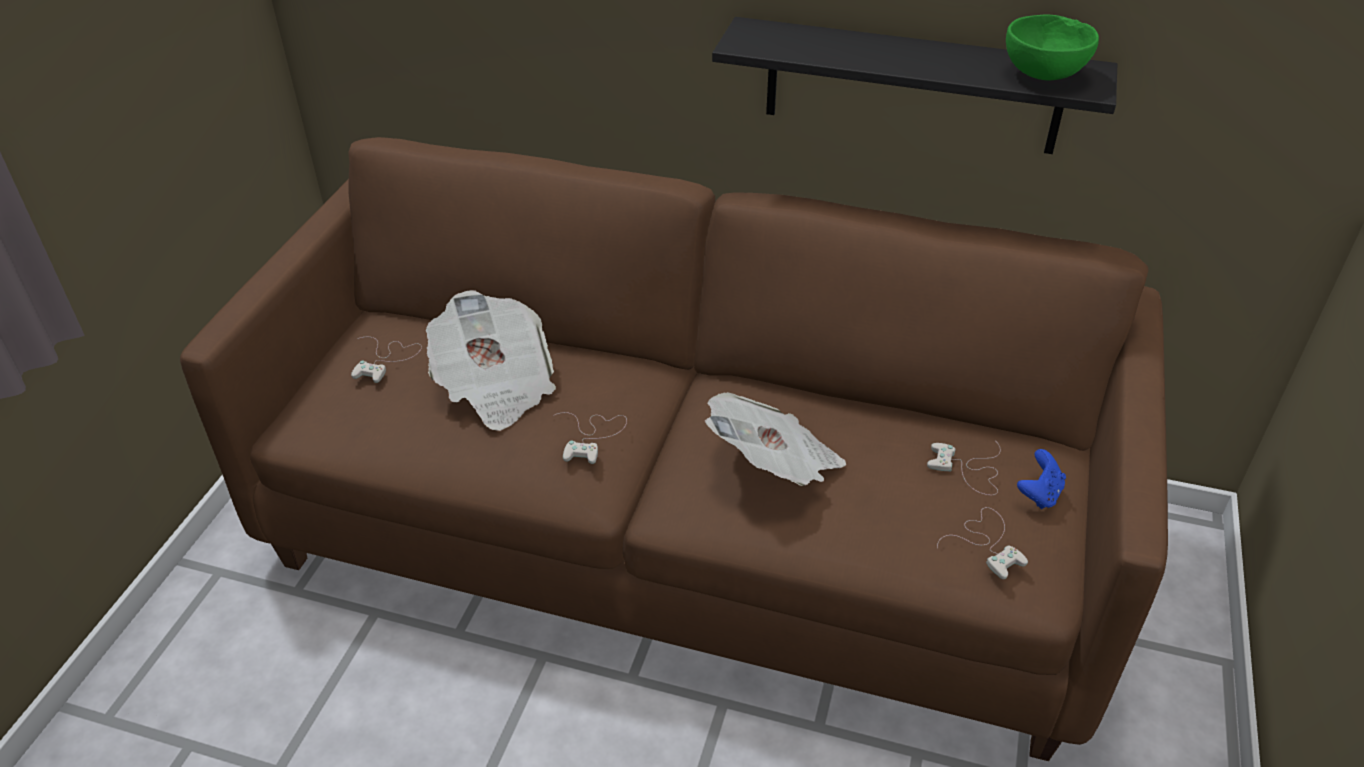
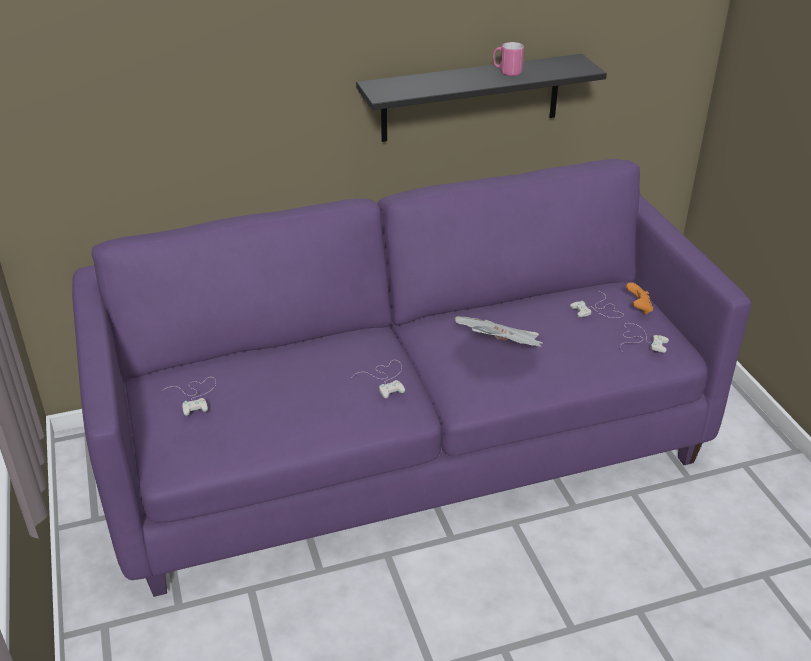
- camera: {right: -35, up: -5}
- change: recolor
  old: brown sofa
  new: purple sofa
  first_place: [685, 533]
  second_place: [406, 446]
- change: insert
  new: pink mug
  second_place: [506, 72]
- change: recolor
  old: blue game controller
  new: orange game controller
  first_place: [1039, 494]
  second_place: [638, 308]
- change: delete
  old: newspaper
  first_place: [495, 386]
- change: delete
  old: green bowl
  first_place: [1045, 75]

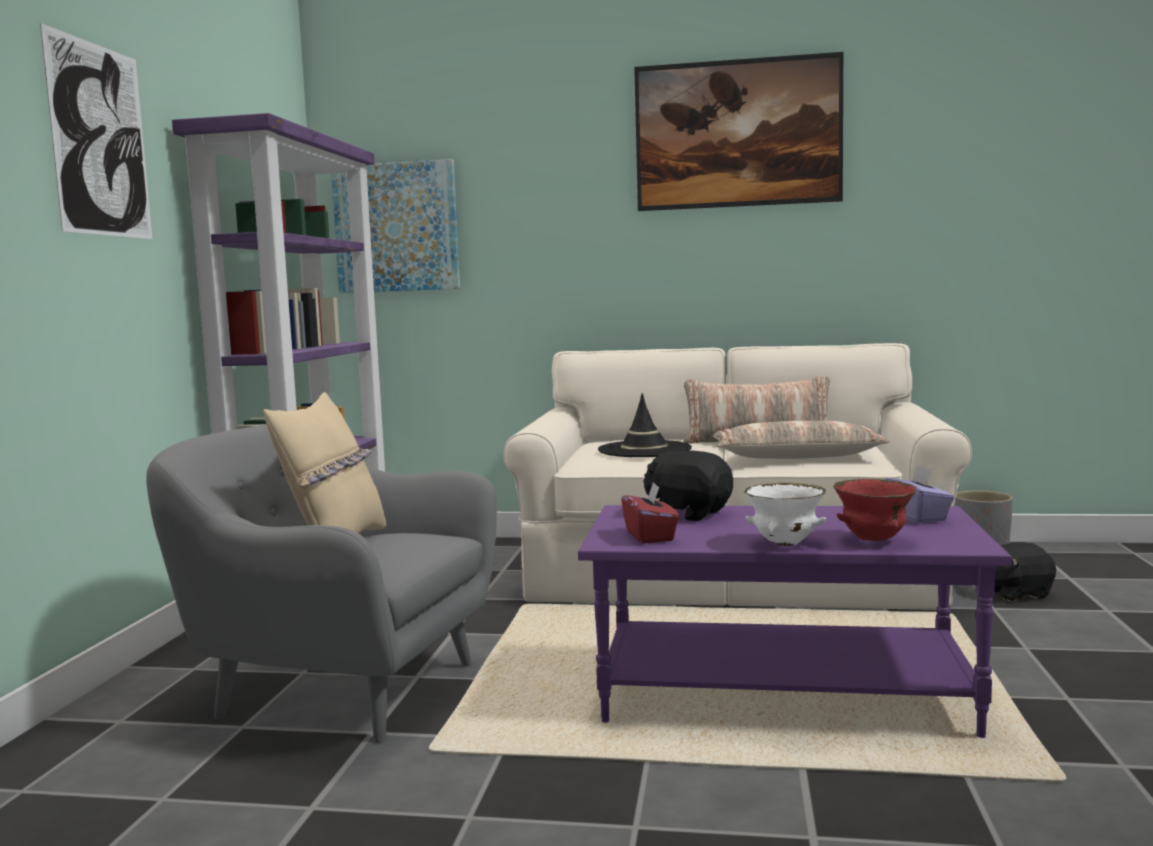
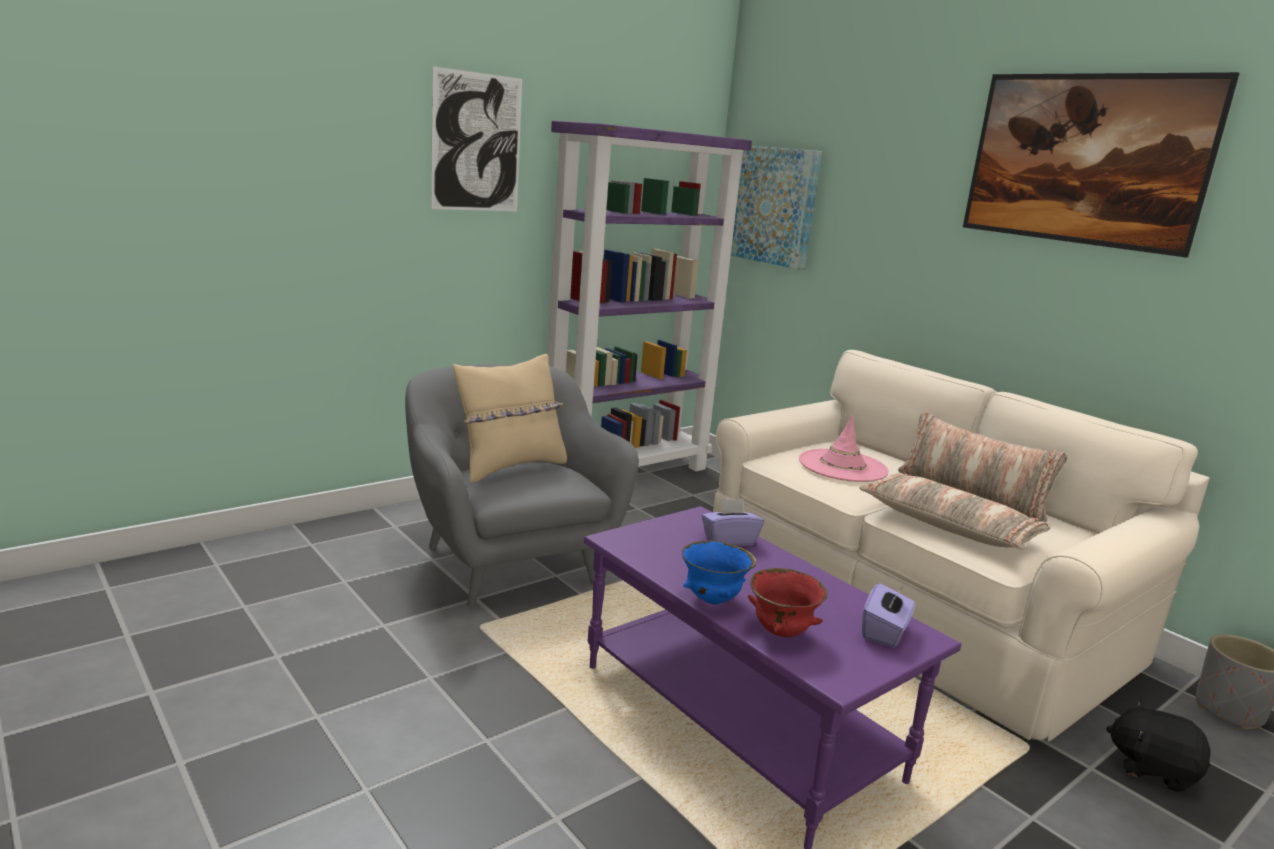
- camera: {right: 40, up: 10}
- change: recolor
  old: white bowl
  new: blue bowl
  first_place: [785, 544]
  second_place: [712, 600]
- change: replace
  old: black plush toy
  new: purple tissue box
  first_place: [688, 513]
  second_place: [729, 540]
- change: recolor
  old: black hat
  new: pink hat
  first_place: [644, 450]
  second_place: [842, 466]
- change: delete
  old: red tissue box
  first_place: [650, 536]

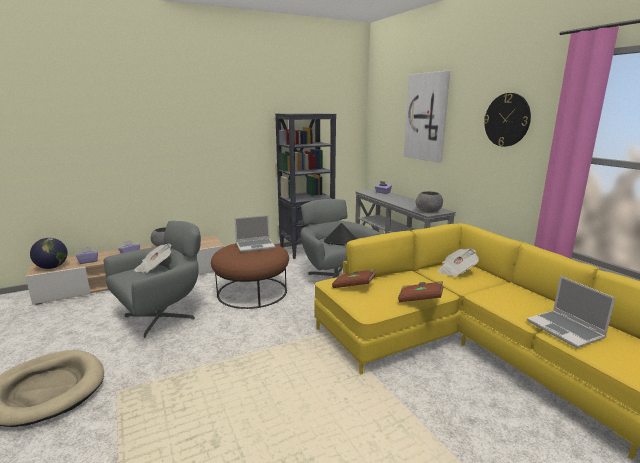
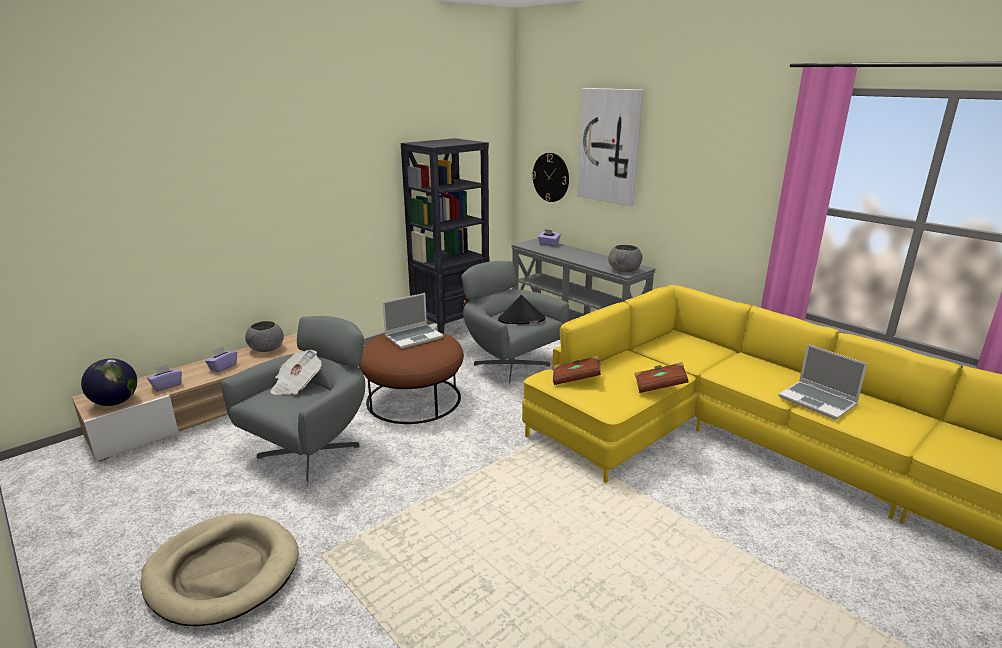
- camera: {right: -15, up: 5}
- change: move
  old: wall clock
  first_place: [507, 120]
  second_place: [551, 177]
- change: delete
  old: newspaper
  first_place: [456, 271]

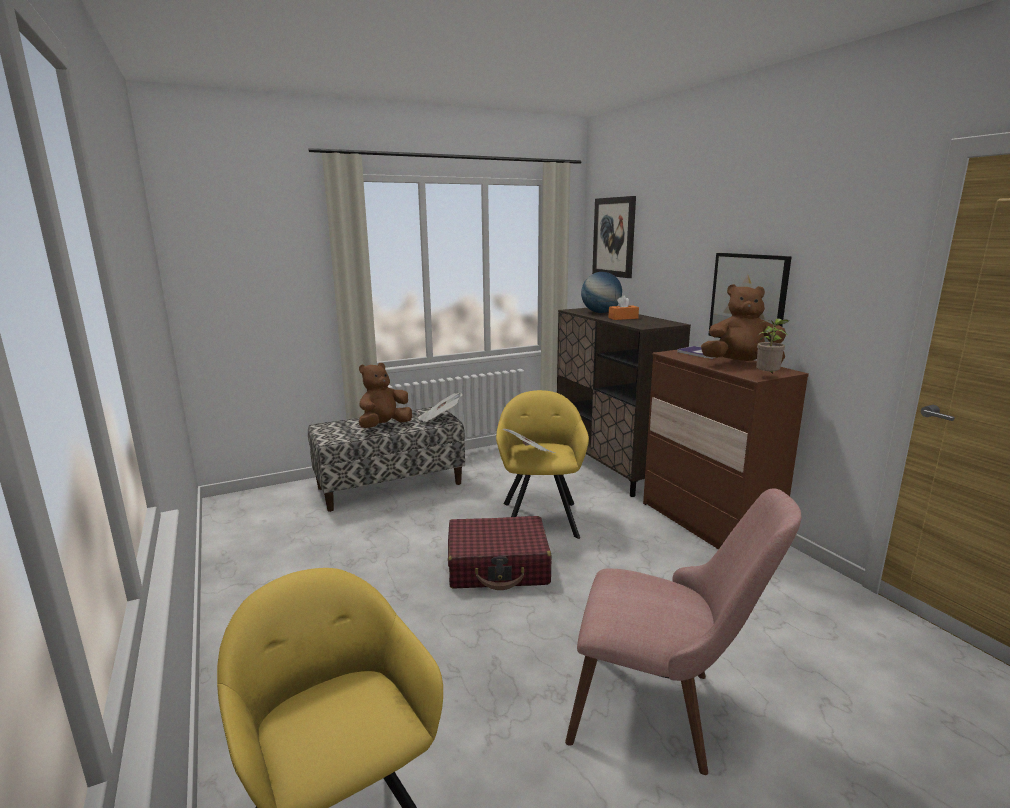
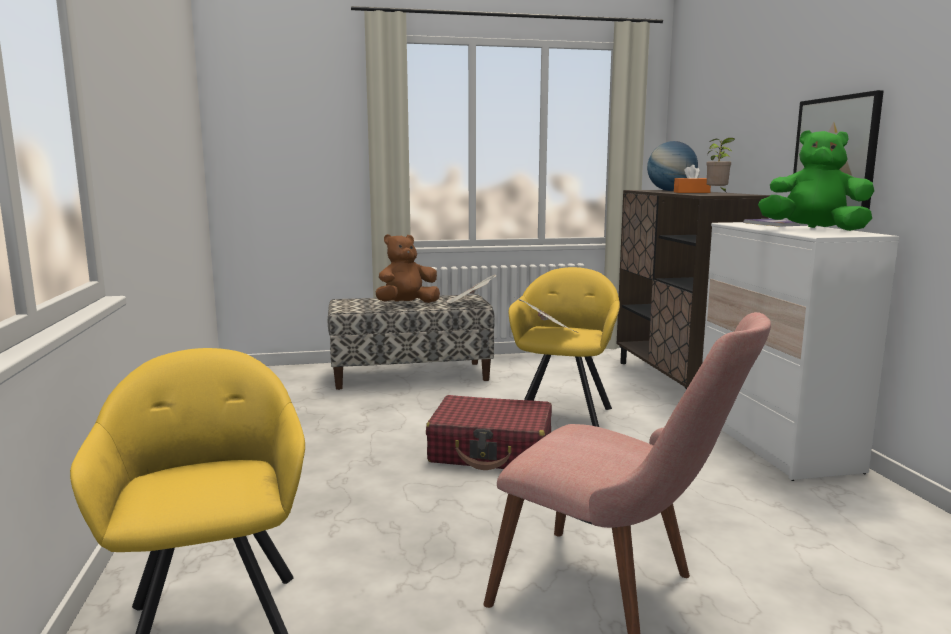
- camera: {right: 15, up: -5}
- change: recolor
  old: brown dresser
  new: white dresser
  first_place: [707, 524]
  second_place: [774, 443]
- change: move
  old: potted plant
  first_place: [767, 377]
  second_place: [718, 193]
- change: recolor
  old: brown plush toy
  new: green plush toy
  first_place: [741, 364]
  second_place: [814, 229]
- change: delete
  old: picture
  first_place: [614, 237]

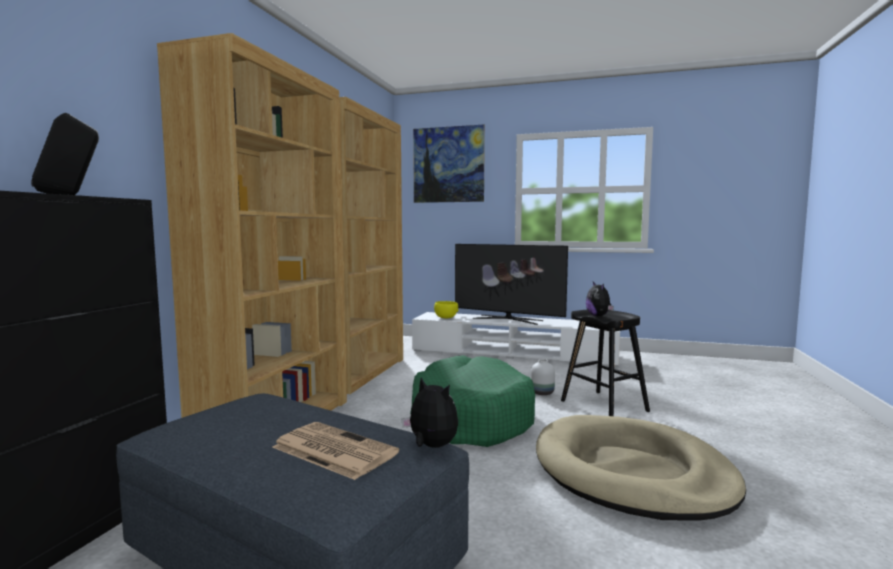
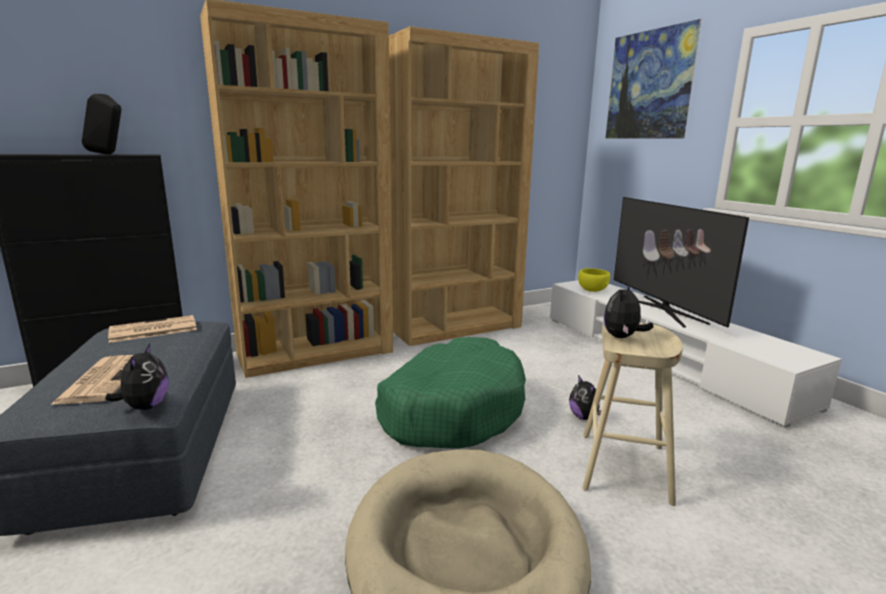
- camera: {right: 45, up: 10}
- change: insert
  new: newspaper
  second_place: [152, 330]
- change: replace
  old: white vase
  new: plush toy
  first_place: [542, 393]
  second_place: [584, 417]
- change: recolor
  old: black stool
  new: beige stool
  first_place: [603, 406]
  second_place: [624, 467]

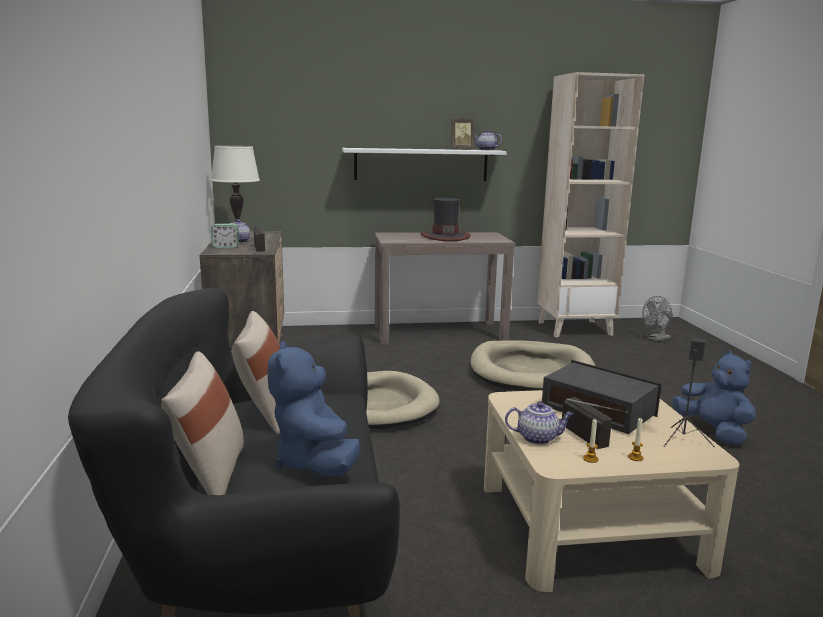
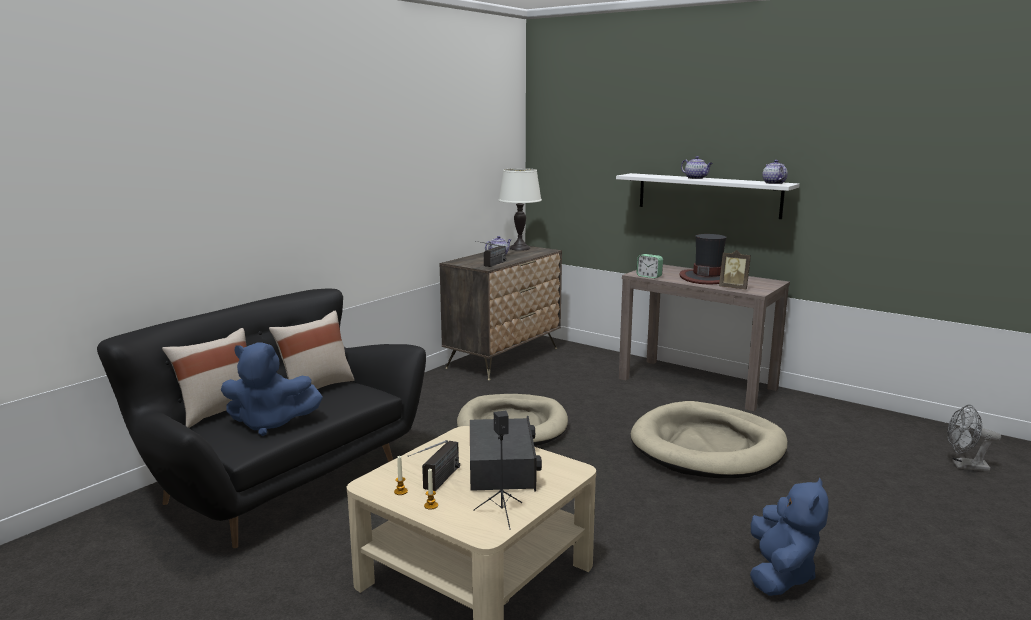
- camera: {right: 45, up: 0}
- change: rotate
  old: blue plush toy
  first_place: [315, 462]
  second_place: [270, 424]
  degrees: -120
- change: move
  old: alarm clock
  first_place: [225, 247]
  second_place: [649, 276]
- change: move
  old: teapot
  first_place: [538, 438]
  second_place: [696, 178]
- change: move
  old: picture frame
  first_place: [461, 149]
  second_place: [734, 288]
- change: delete
  old: beige bookcase
  first_place: [575, 328]

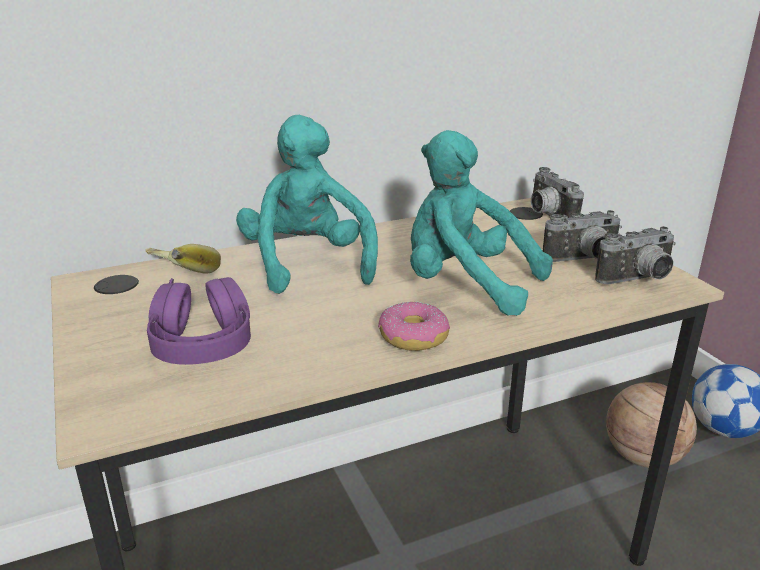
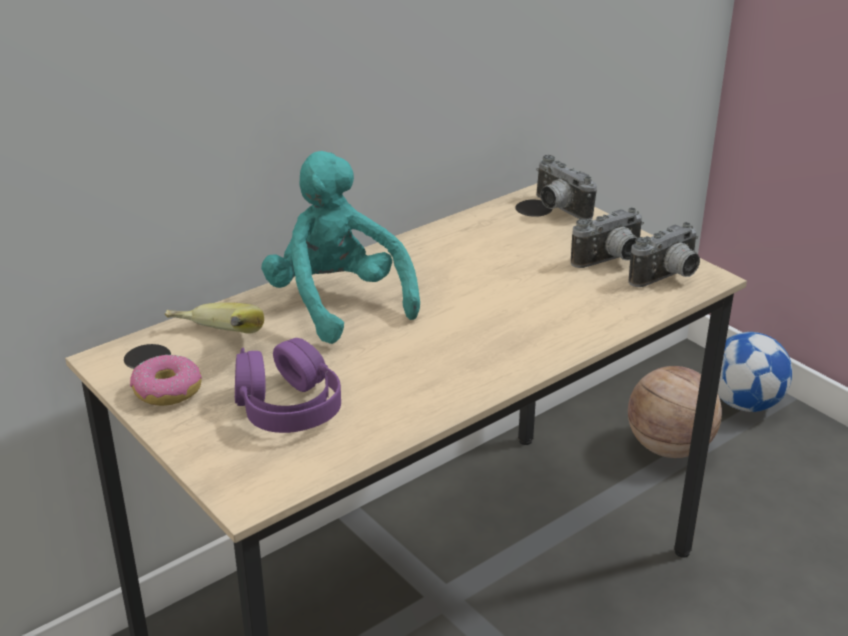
- camera: {right: -15, up: 5}
- change: move
  old: donut
  first_place: [413, 337]
  second_place: [167, 391]
- change: delete
  old: turquoise plush toy
  first_place: [465, 285]

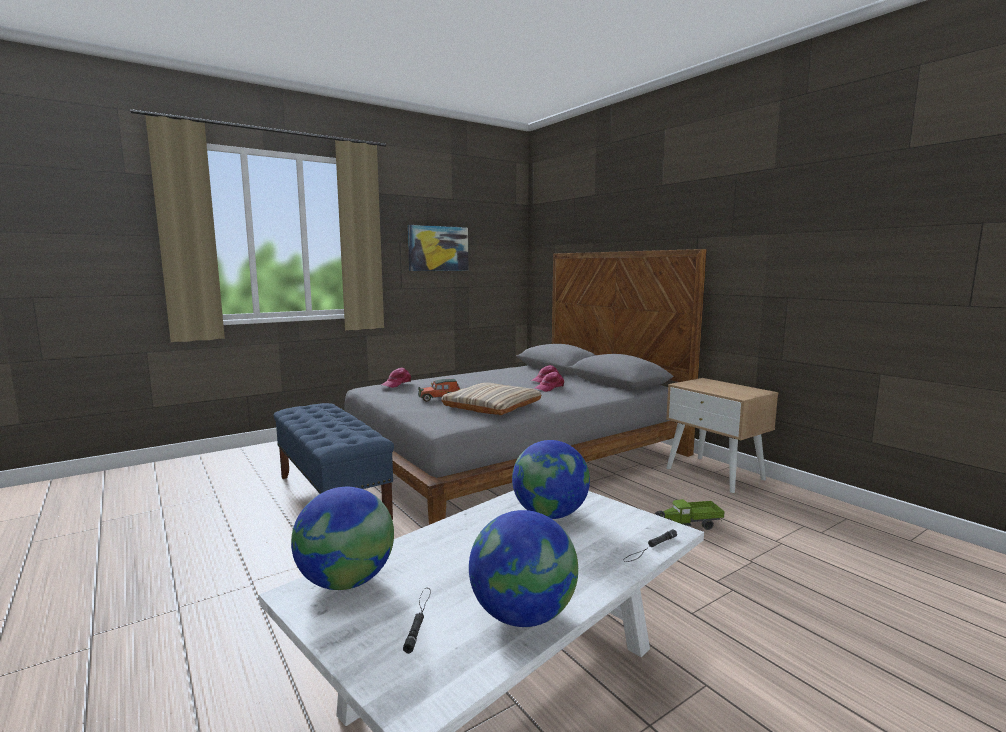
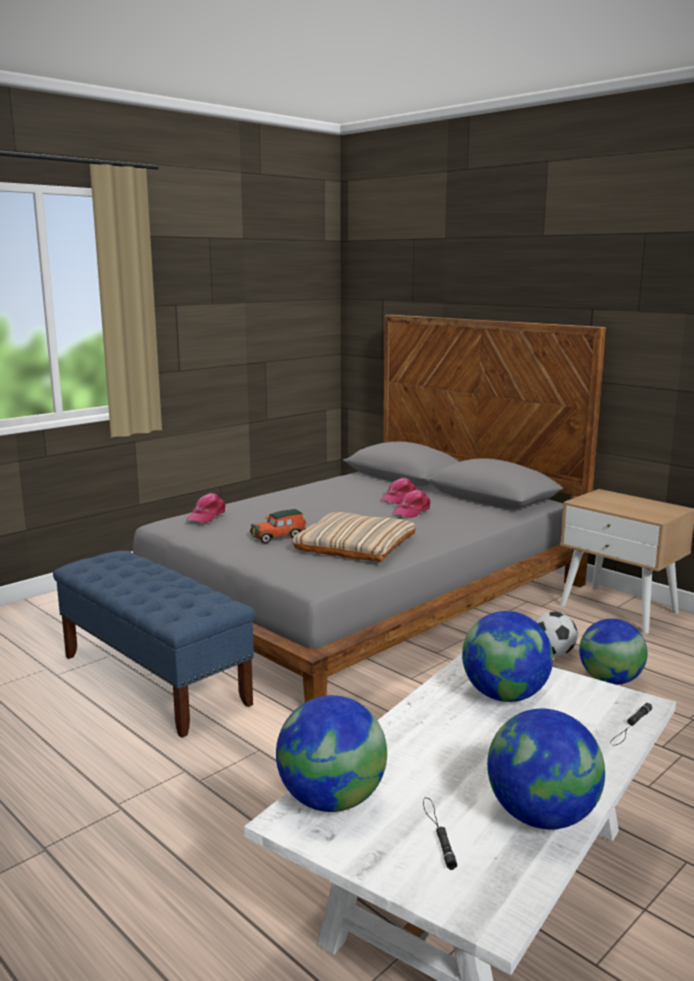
- camera: {right: -10, up: 5}
- change: insert
  new: football
  second_place: [553, 653]
- change: replace
  old: toy truck
  new: globe
  first_place: [688, 525]
  second_place: [610, 680]
- change: delete
  old: picture
  first_place: [438, 248]

